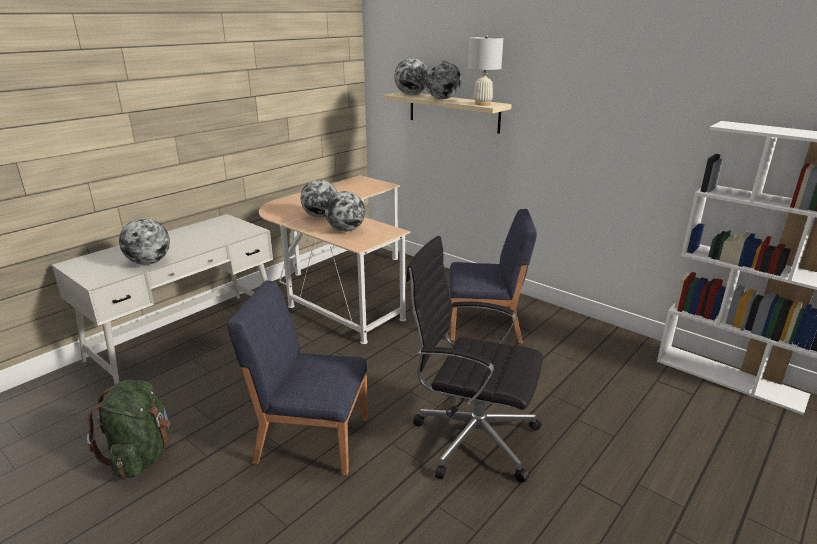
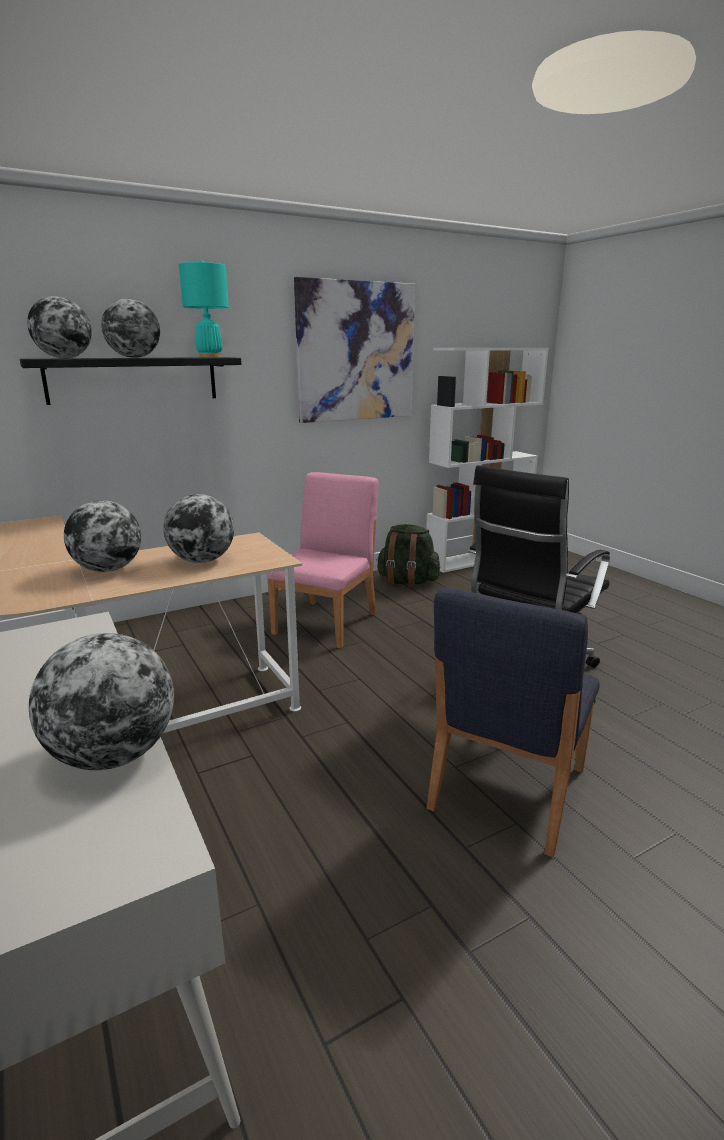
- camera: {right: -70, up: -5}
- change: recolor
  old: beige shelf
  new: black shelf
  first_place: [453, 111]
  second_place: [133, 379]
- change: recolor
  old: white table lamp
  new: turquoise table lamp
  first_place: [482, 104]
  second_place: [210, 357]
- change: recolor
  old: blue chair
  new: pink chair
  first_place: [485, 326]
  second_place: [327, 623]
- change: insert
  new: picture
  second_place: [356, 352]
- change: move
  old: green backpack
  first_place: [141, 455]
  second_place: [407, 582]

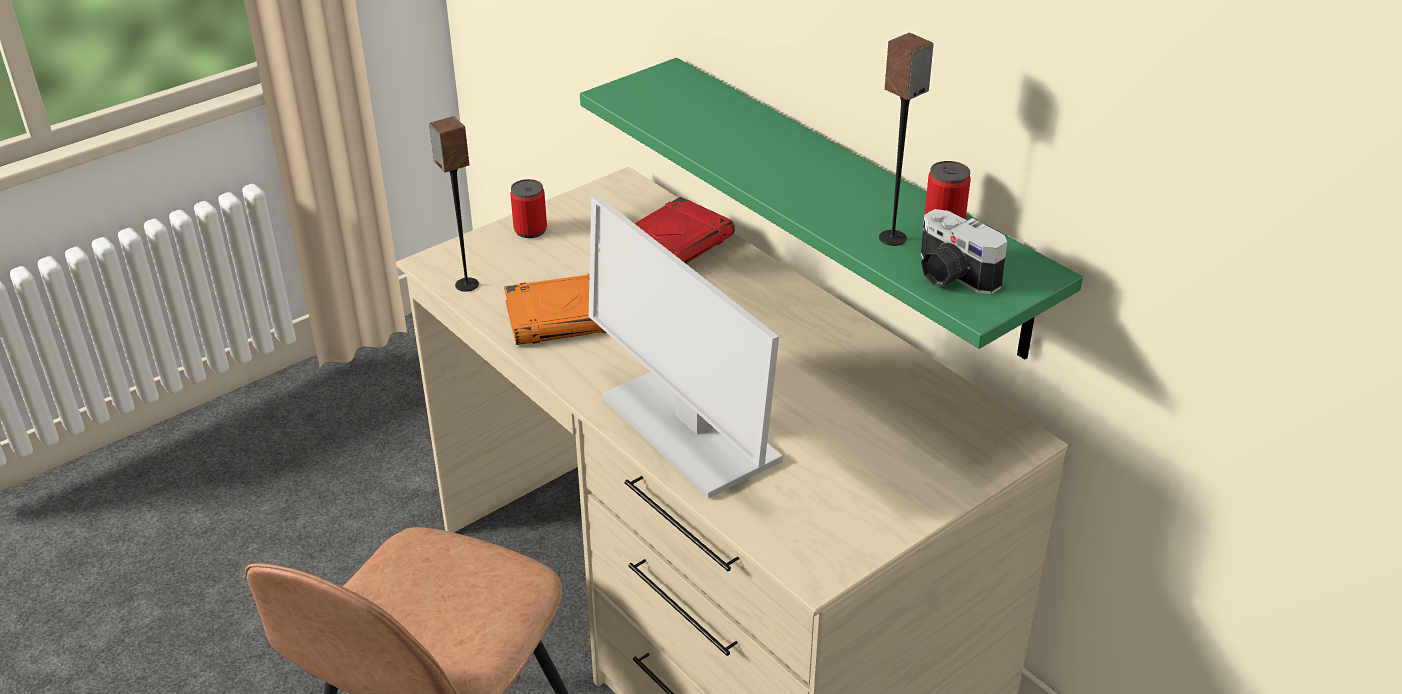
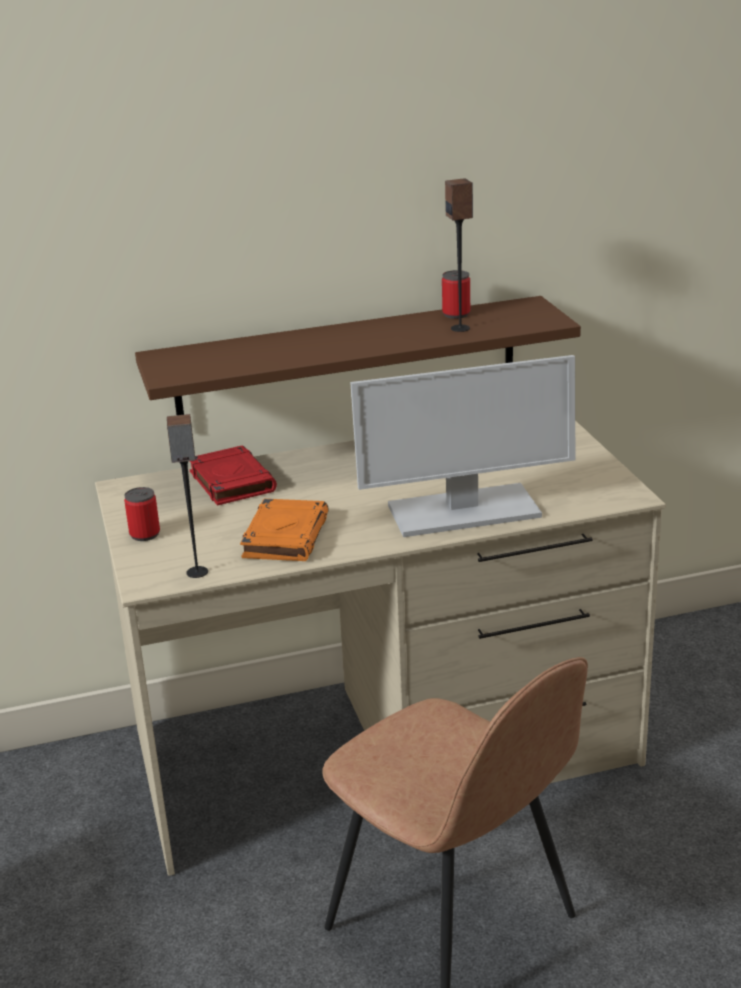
- camera: {right: -65, up: -10}
- change: recolor
  old: green shelf
  new: brown shelf
  first_place: [852, 203]
  second_place: [347, 362]
- change: delete
  old: photo camera
  first_place: [951, 276]

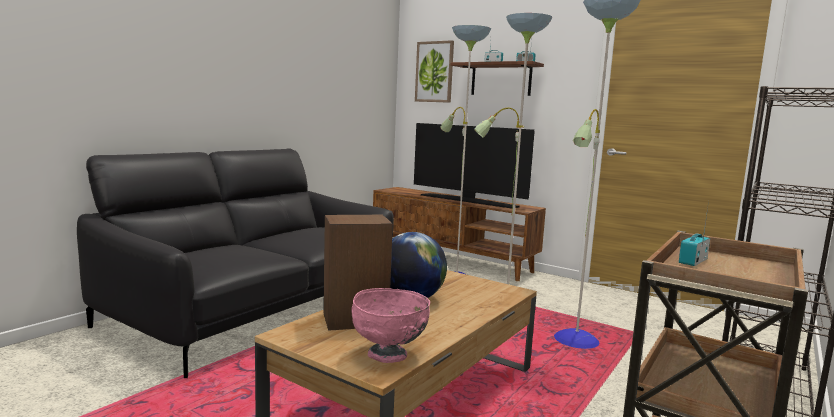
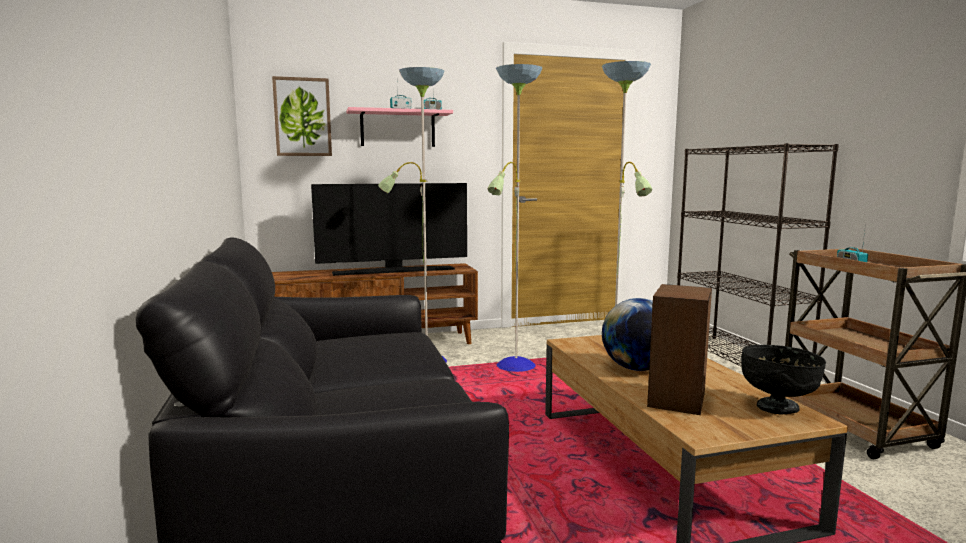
- camera: {right: -50, up: 0}
- change: recolor
  old: brown shelf
  new: pink shelf
  first_place: [501, 79]
  second_place: [398, 129]
- change: recolor
  old: pink bowl
  new: black bowl
  first_place: [388, 356]
  second_place: [777, 408]

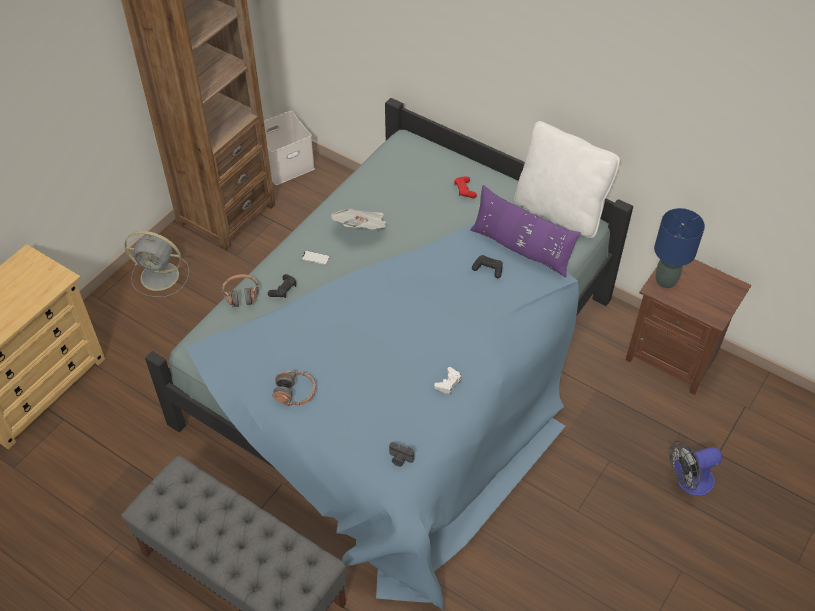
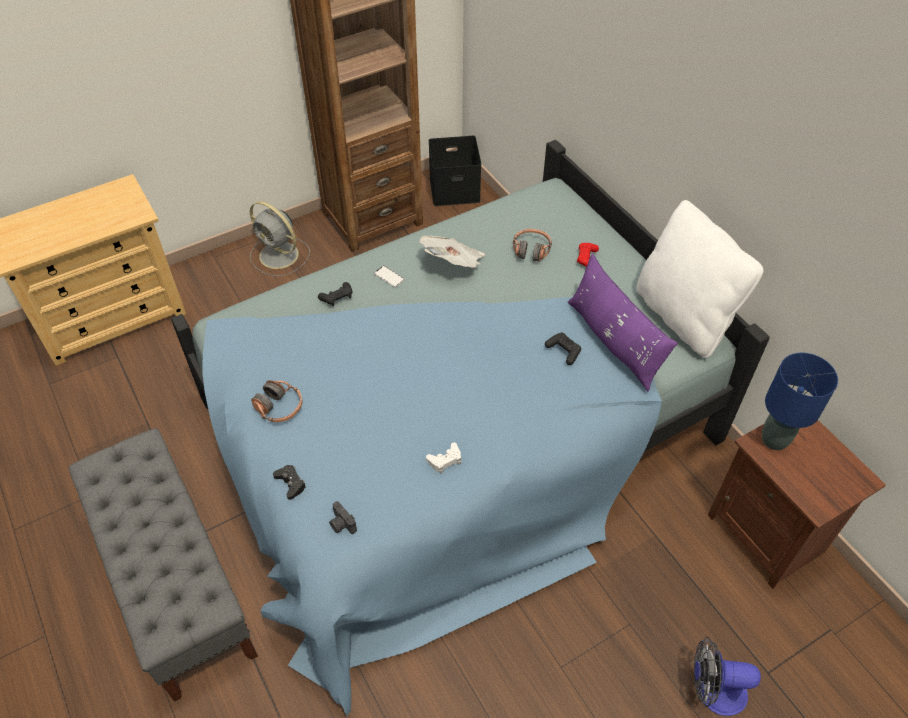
- camera: {right: 25, up: 0}
- change: insert
  new: black game controller
  second_place: [291, 483]
- change: recolor
  old: white storage box
  new: black storage box
  first_place: [285, 163]
  second_place: [455, 188]
- change: move
  old: headphones
  first_place: [241, 295]
  second_place: [531, 250]

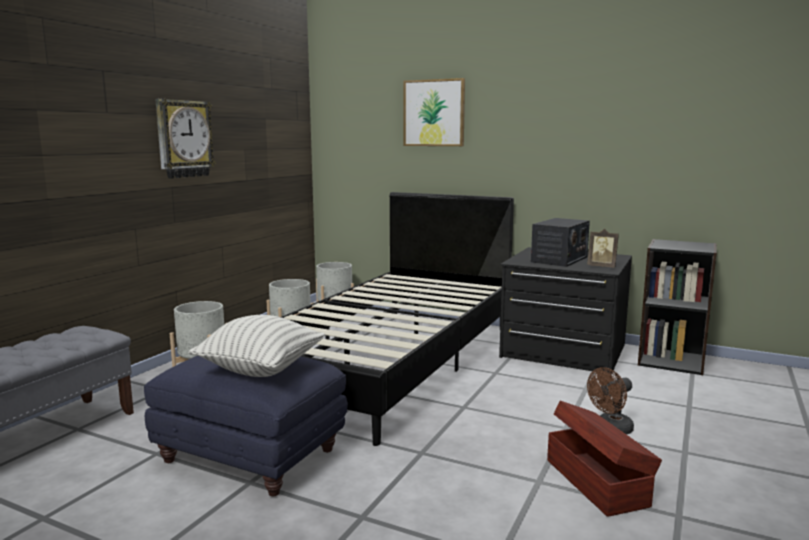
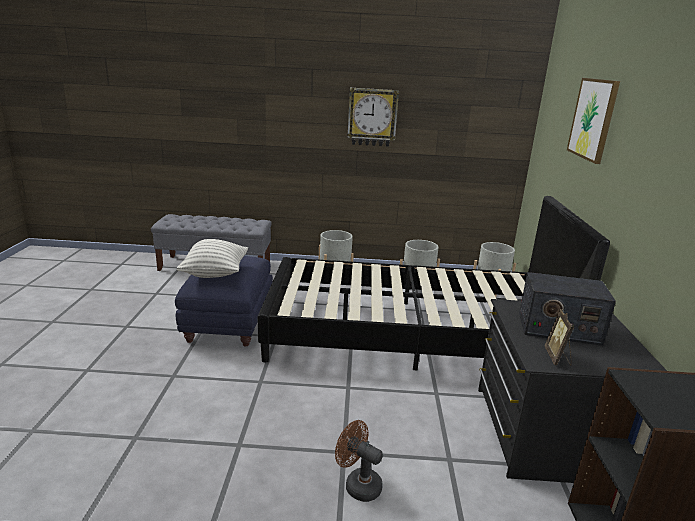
- camera: {right: 65, up: 10}
- change: delete
  old: brown storage box
  first_place: [596, 481]

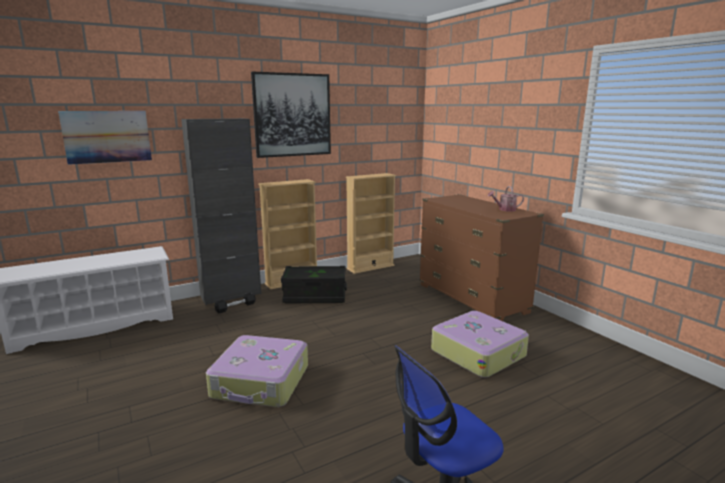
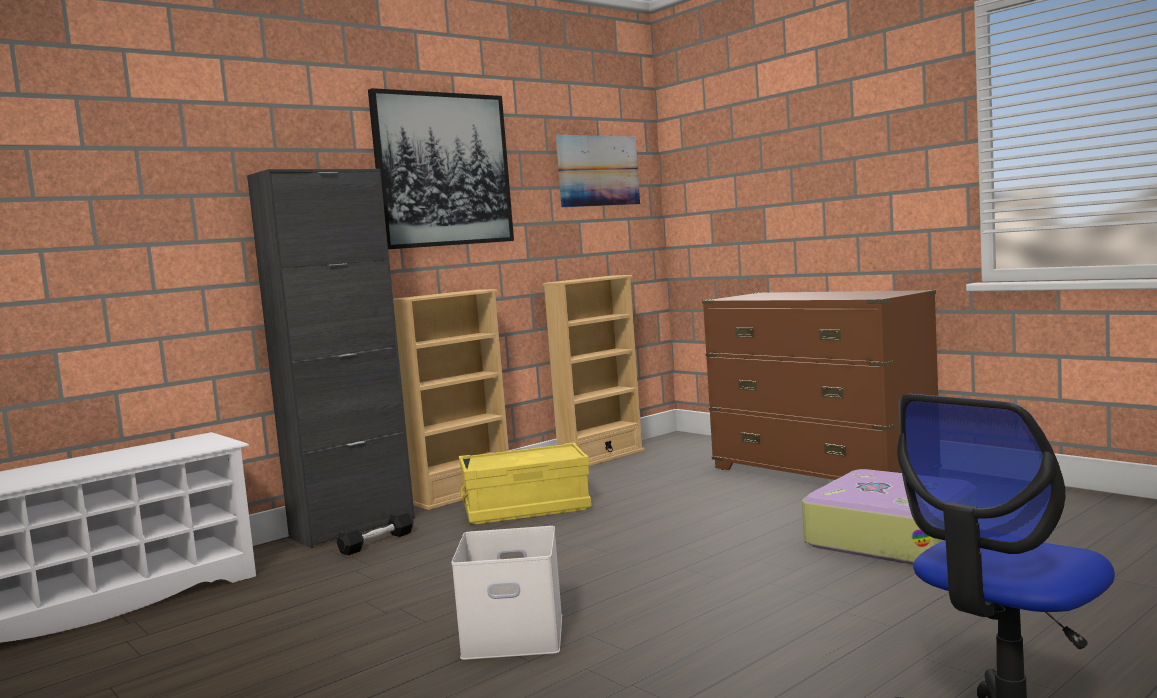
- camera: {right: -10, up: -10}
- change: replace
  old: suitcase
  new: white storage box
  first_place: [261, 382]
  second_place: [516, 634]
- change: recolor
  old: black storage box
  new: yellow storage box
  first_place: [315, 296]
  second_place: [526, 508]
- change: move
  old: picture
  first_place: [107, 136]
  second_place: [598, 171]
- change: delete
  old: watering can
  first_place: [505, 209]

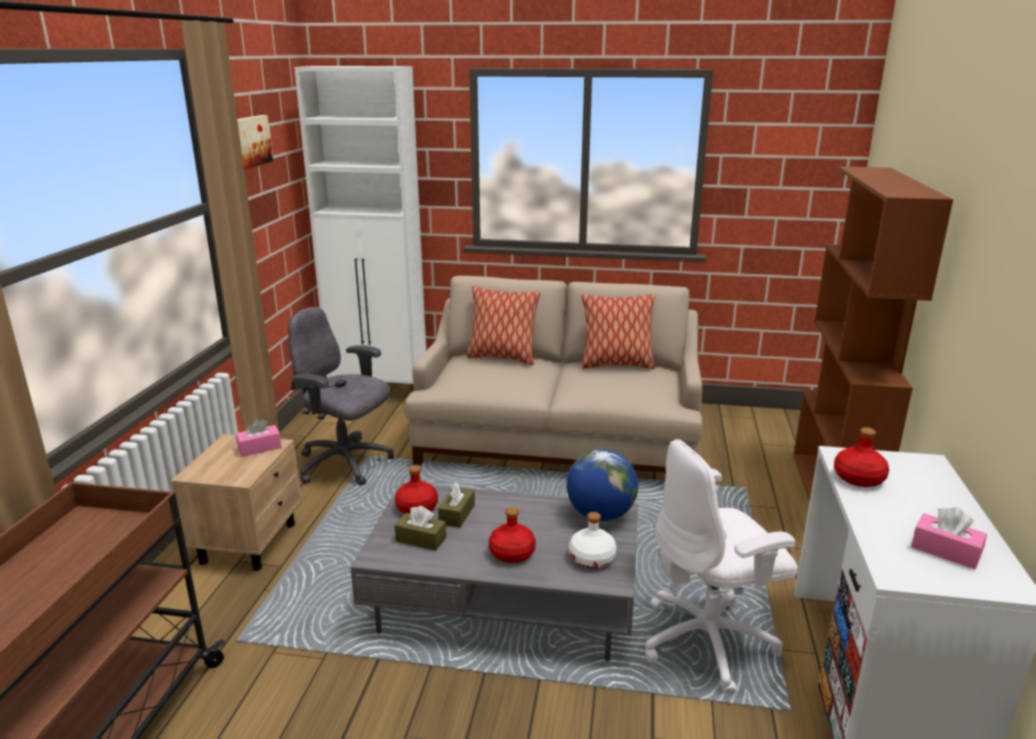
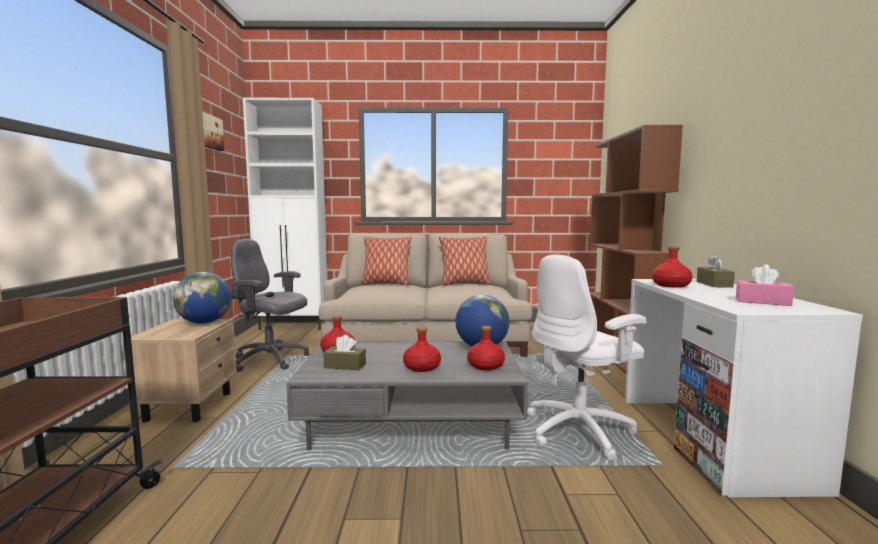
- camera: {right: -10, up: -15}
- change: replace
  old: pink tissue box
  new: globe
  first_place: [259, 448]
  second_place: [204, 322]
- change: recolor
  old: white bottle
  new: red bottle
  first_place: [592, 558]
  second_place: [486, 366]
- change: move
  old: brown tissue box
  first_place: [457, 514]
  second_place: [714, 284]

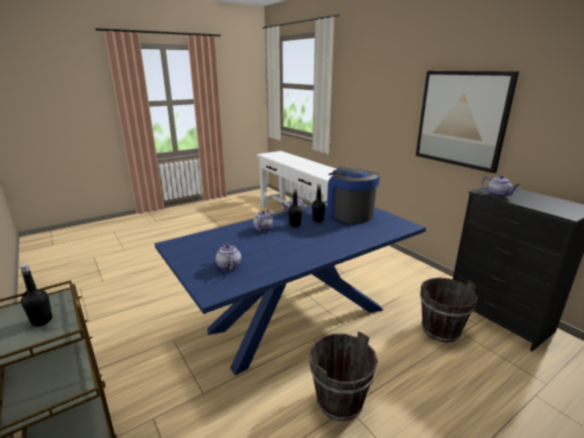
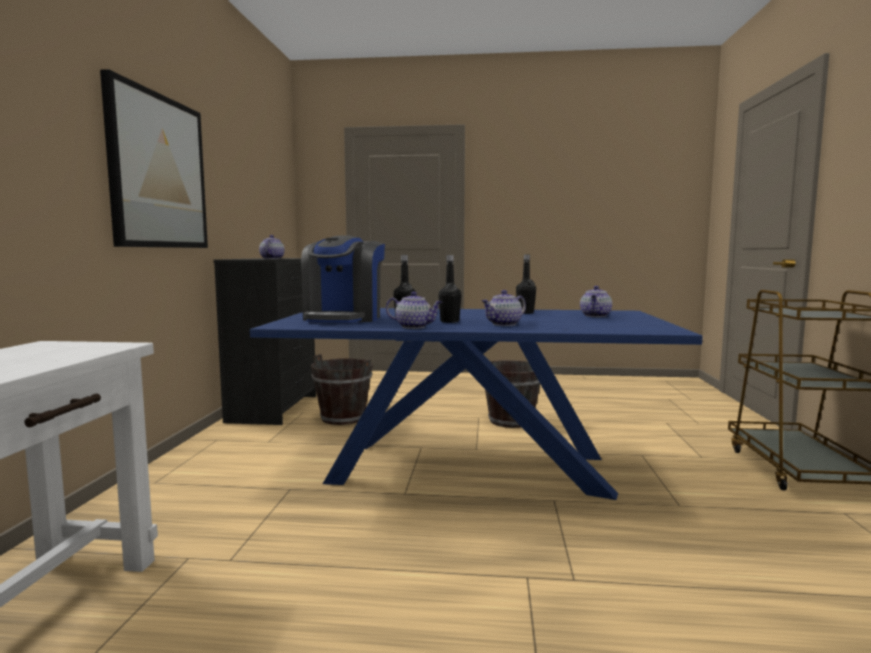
- camera: {right: -140, up: -15}
- change: move
  old: black bottle
  first_place: [42, 321]
  second_place: [525, 312]

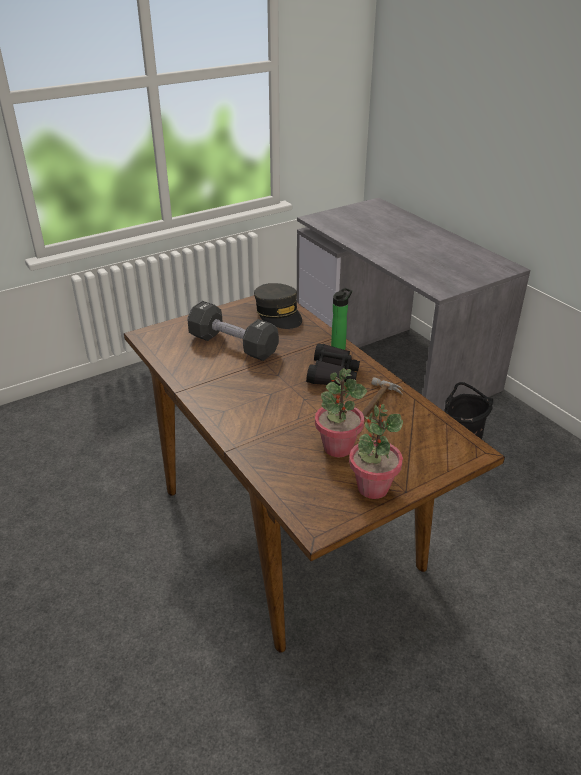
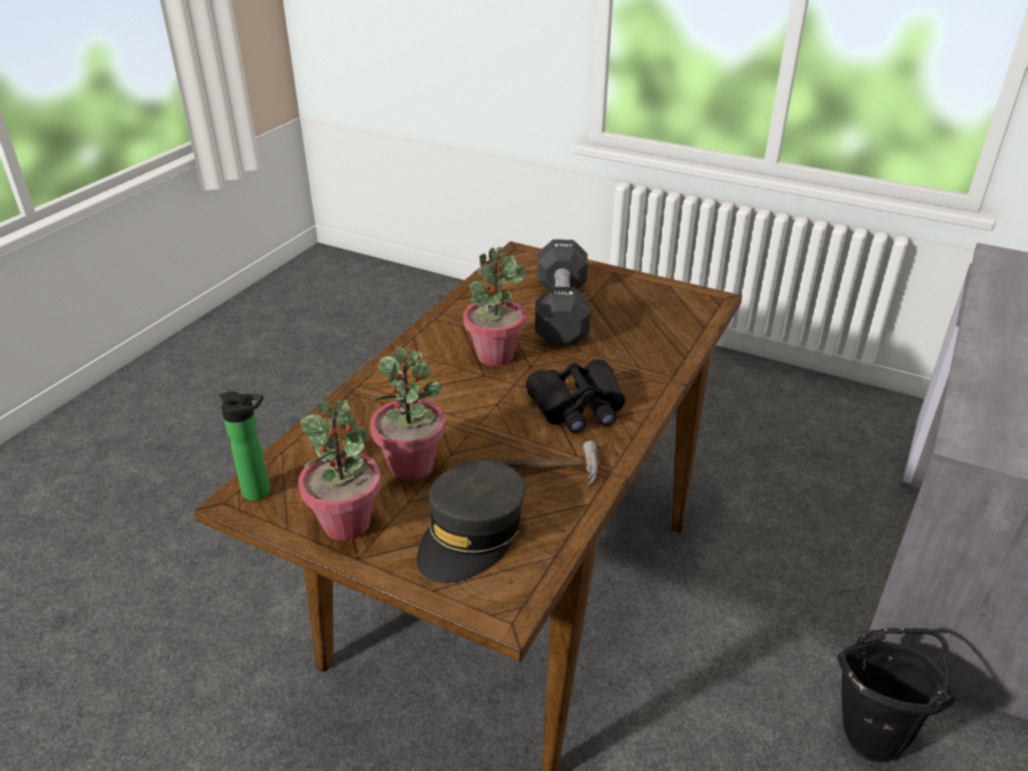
- camera: {right: 60, up: 0}
- change: move
  old: bottle
  first_place: [339, 347]
  second_place: [261, 492]
- change: move
  old: grey cap
  first_place: [279, 314]
  second_place: [471, 535]
- change: insert
  new: potted plant
  second_place: [495, 355]

